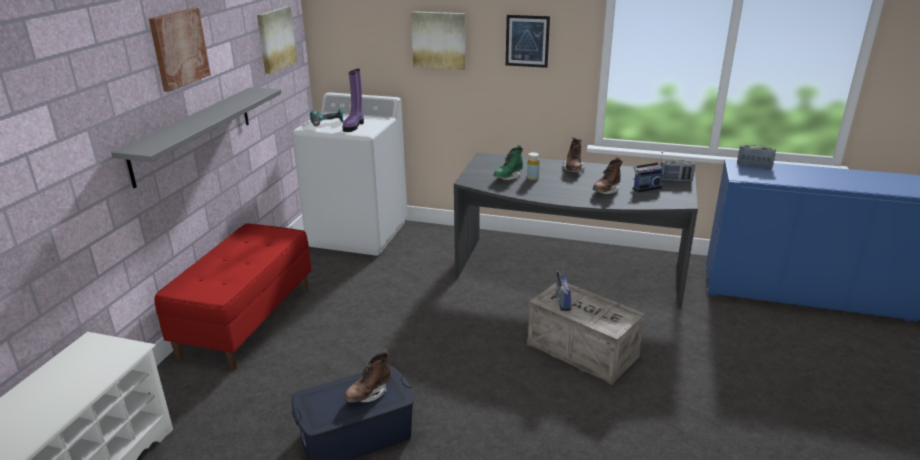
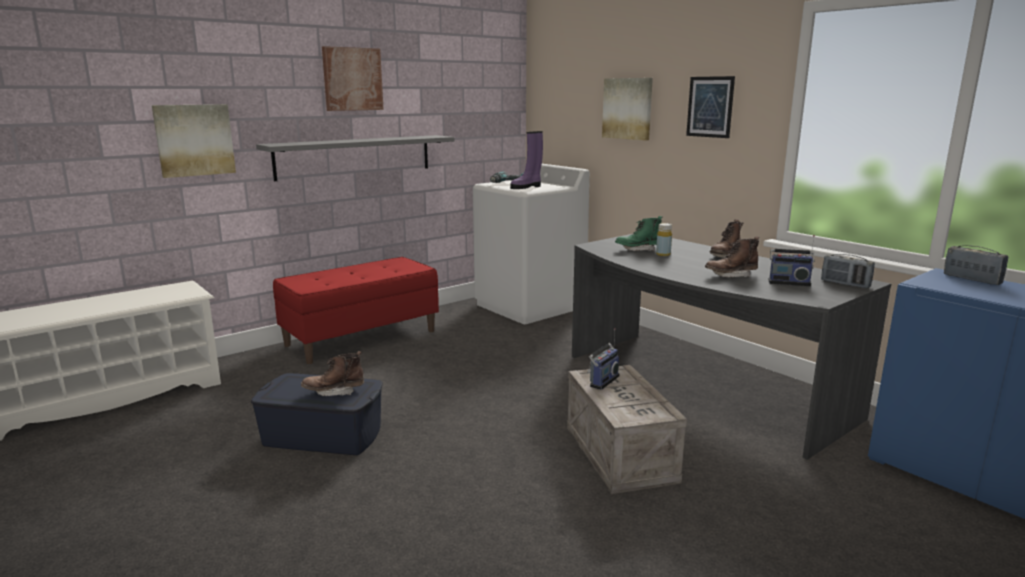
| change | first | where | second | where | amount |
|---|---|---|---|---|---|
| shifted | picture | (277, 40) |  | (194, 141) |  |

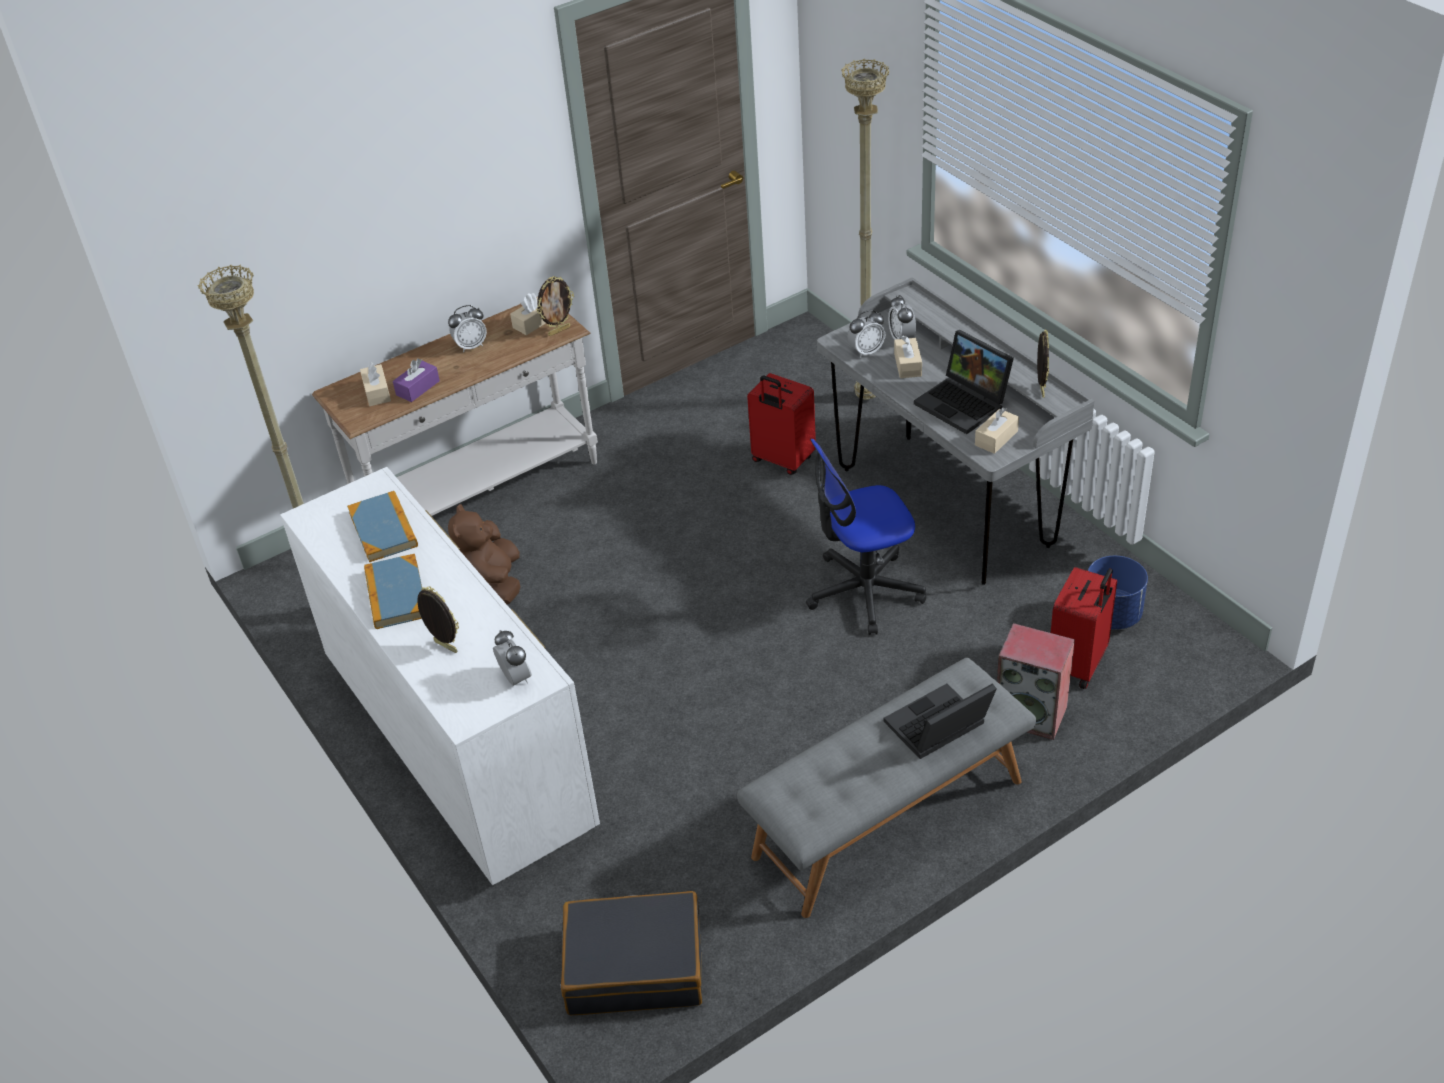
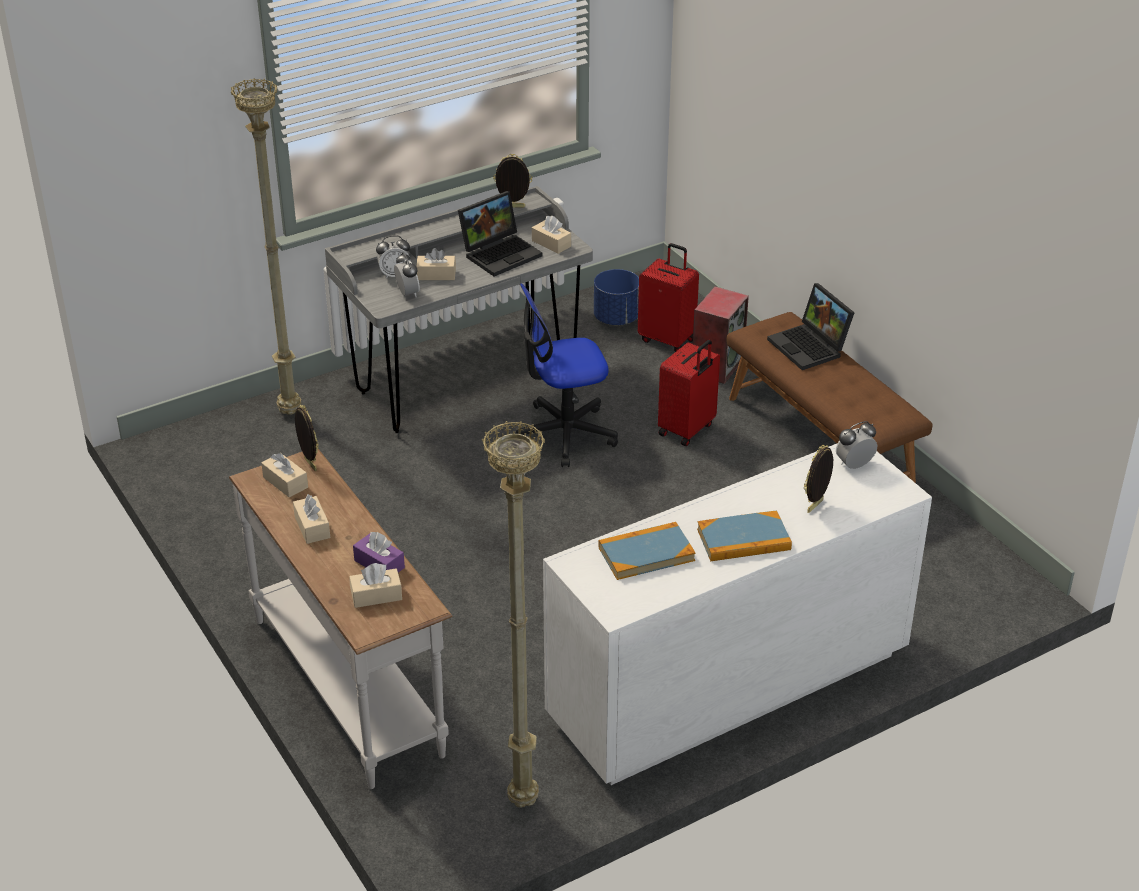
| change | first | where | second | where | amount |
|---|---|---|---|---|---|
| gone | plush toy/brown | (484, 554) |  |  |  |
| gone | suitcase/black | (631, 953) |  |  |  |
| shifted | suitcase/red | (781, 424) |  | (689, 393) |  |
| swapped | alarm clock | (467, 328) | tissue box/beige | (311, 519) |  |
| repainted | bench/grey | (886, 788) | bench/brown | (829, 397) |  |
| rotated | office chair | (866, 537) |  | (566, 375) | 90 degrees clockwise |

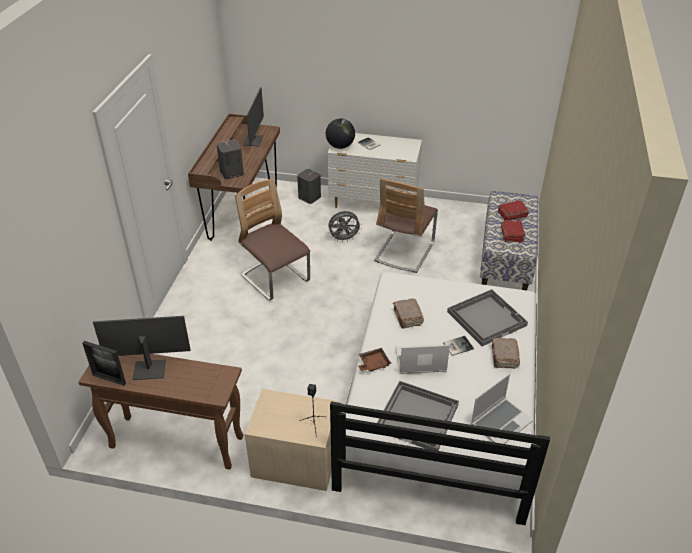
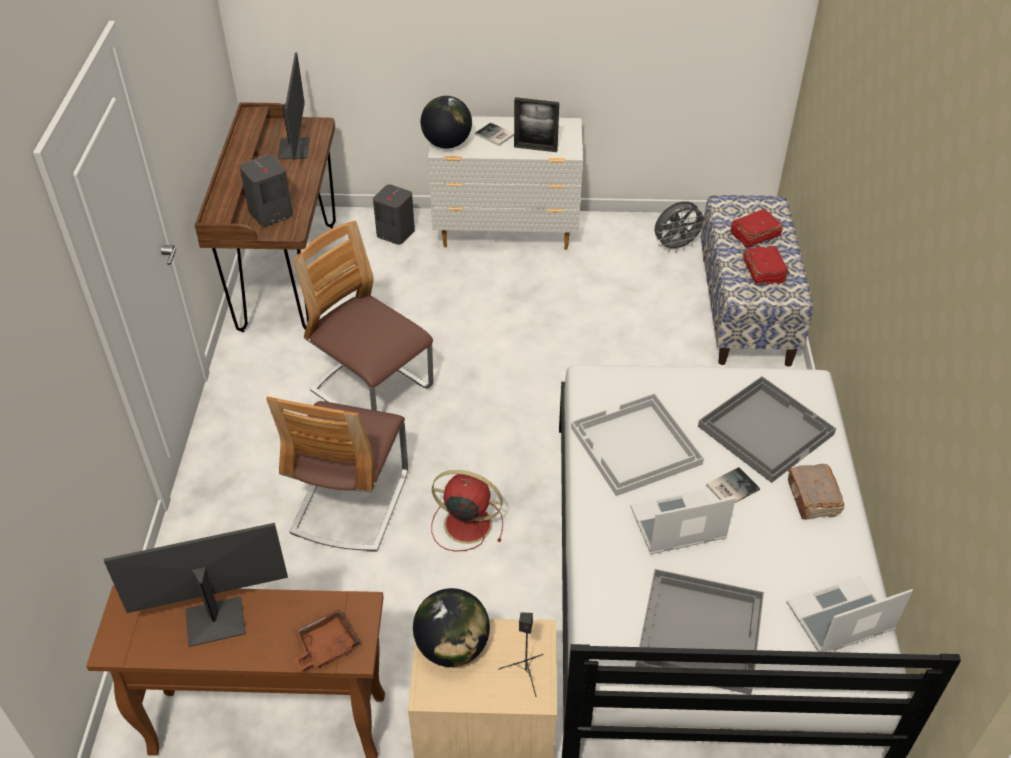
| change | first | where | second | where | amount |
|---|---|---|---|---|---|
| new |  |  | globe | (451, 627) |  |
| new |  |  | fan/red | (467, 511) |  |
| shifted | picture frame | (104, 363) |  | (536, 124) |  |
| shifted | fan/grey | (345, 227) |  | (679, 227) |  |
| shifted | tray/brown | (374, 360) |  | (326, 640) |  |
| shifted | chair | (406, 226) |  | (337, 474) |  |
| swapped | book/brown | (408, 313) | tray/white | (637, 444) |  |
| rotated | laptop | (502, 408) |  | (850, 614) | 150 degrees counterclockwise |

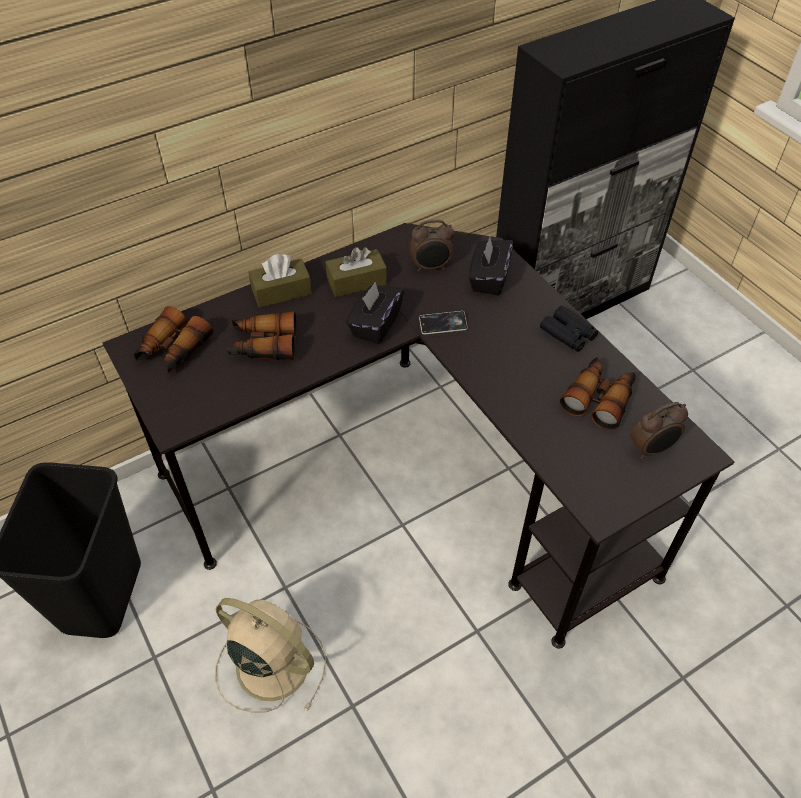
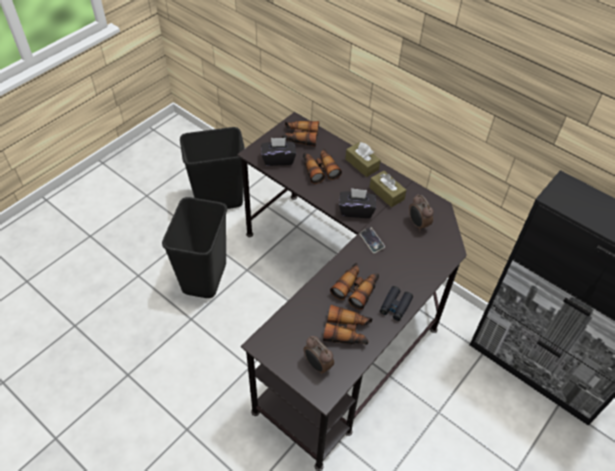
| change | first | where | second | where | amount |
|---|---|---|---|---|---|
| new |  |  | binoculars | (354, 286) |  |
| shifted | tissue box/black | (491, 266) |  | (278, 152) |  |
| swapped | fan/beige | (270, 655) | trash can/black | (194, 247) |  |

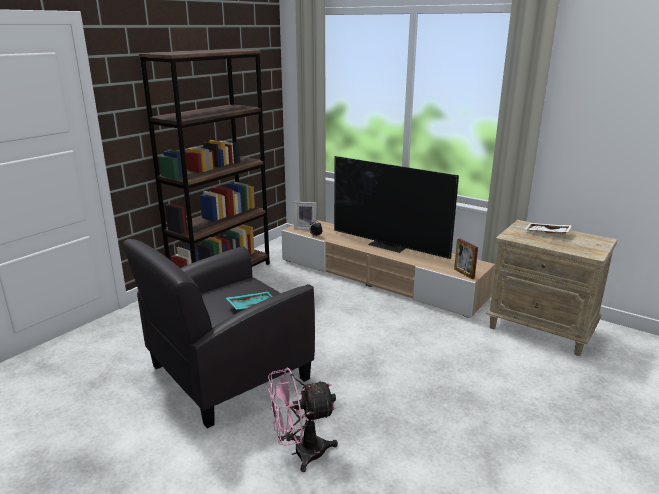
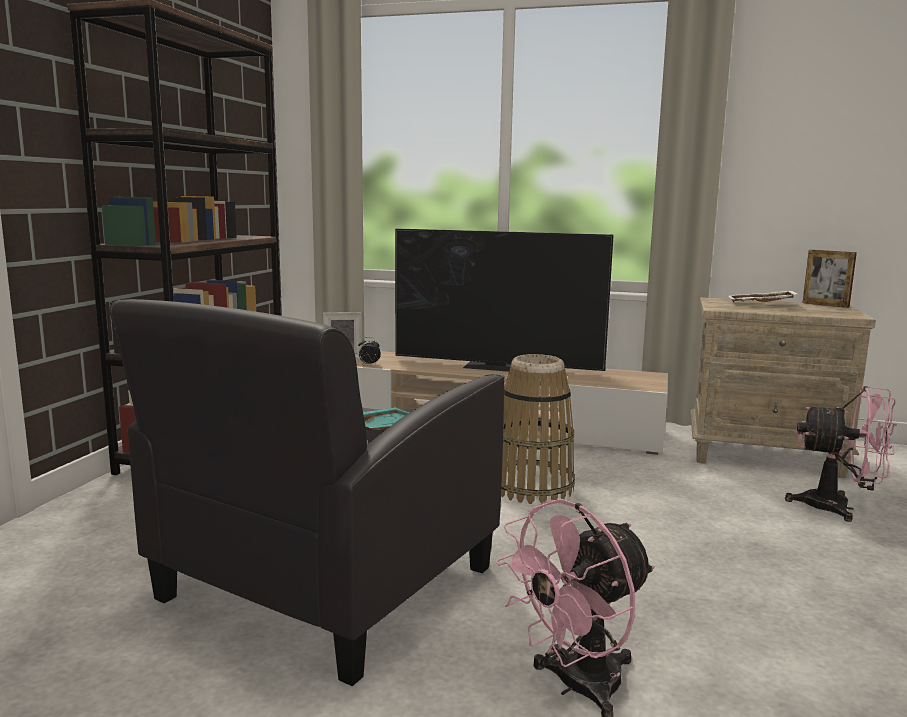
| change | first | where | second | where | amount |
|---|---|---|---|---|---|
| new |  |  | basket | (538, 429) |  |
| new |  |  | fan/pink | (841, 454) |  |
| shifted | picture frame | (466, 259) |  | (830, 279) |  |

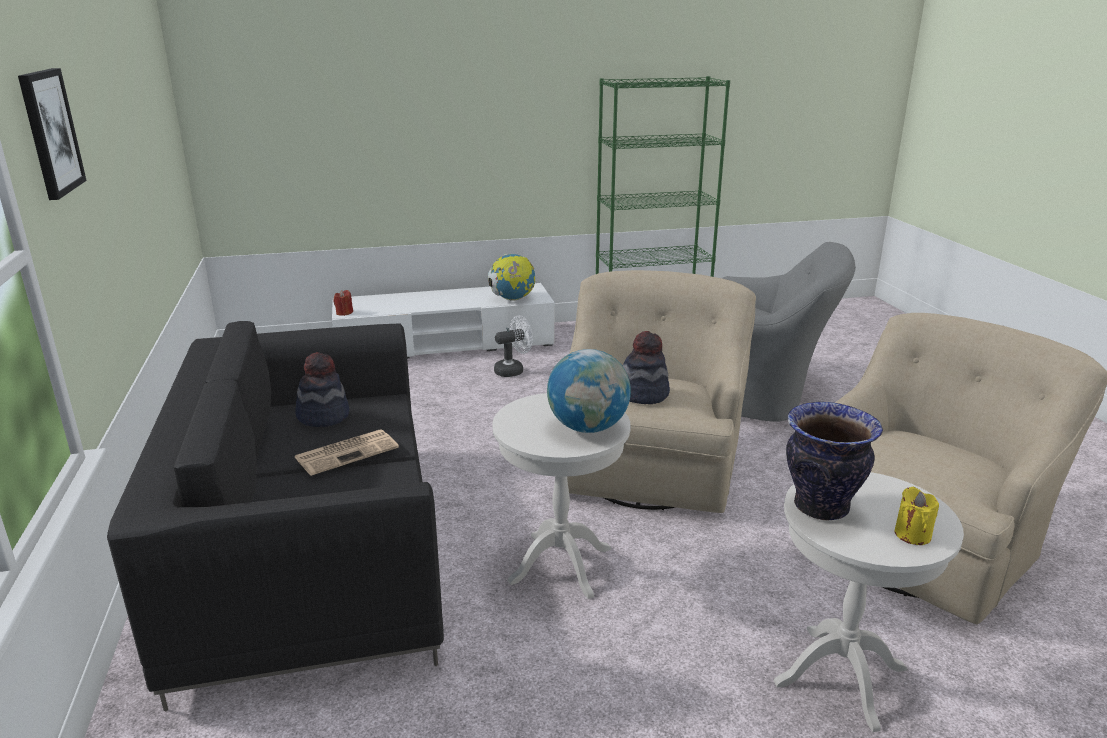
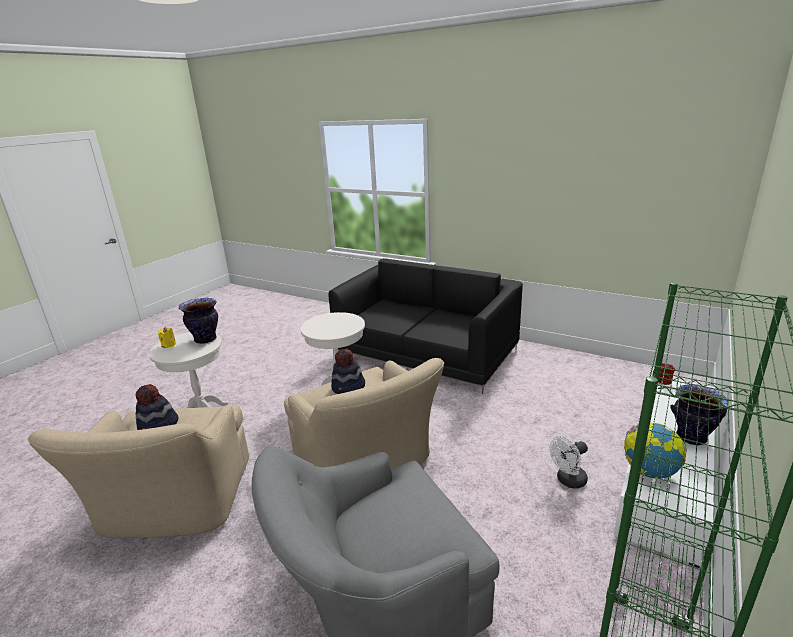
| change | first | where | second | where | amount |
|---|---|---|---|---|---|
| gone | picture | (52, 134) |  |  |  |
| gone | newspaper | (347, 452) |  |  |  |
| gone | globe | (589, 391) |  |  |  |
| new |  |  | vase | (699, 414) |  |
| shifted | hat | (322, 389) |  | (157, 407) |  |
| rotated | fan/white | (513, 346) |  | (569, 462) | 45 degrees clockwise |

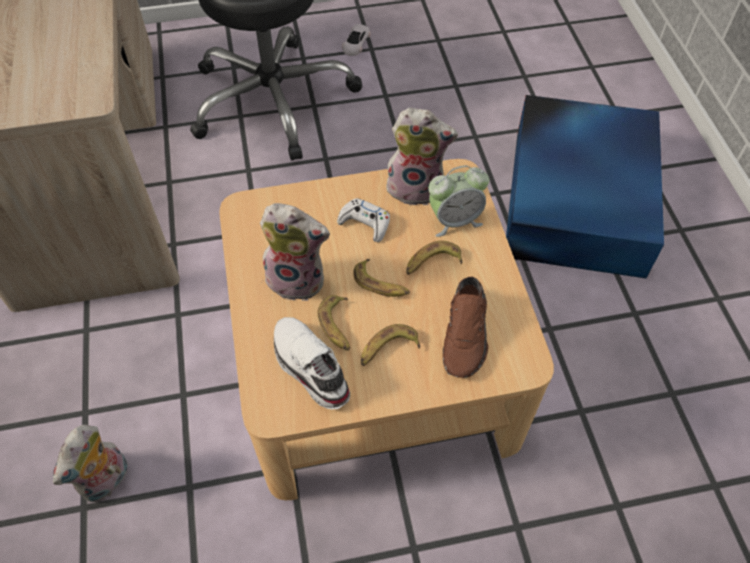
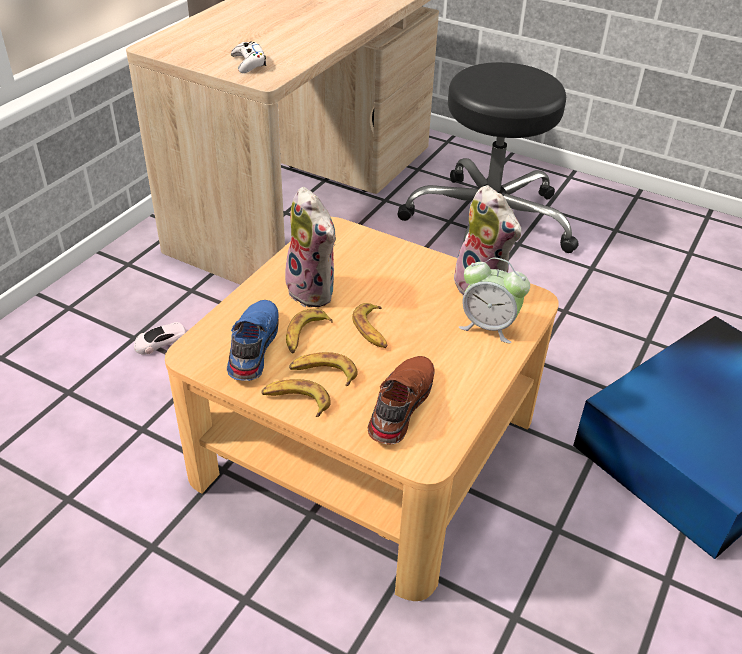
| change | first | where | second | where | amount |
|---|---|---|---|---|---|
| gone | plush toy | (90, 463) |  |  |  |
| shifted | game controller/white | (363, 220) |  | (248, 57) |  |
| shifted | toy car/white | (356, 40) |  | (160, 338) |  |
| shifted | banana | (434, 258) |  | (296, 398) |  |
| repainted | shoe/white | (312, 363) | shoe/blue | (253, 340) |  |
| rotated | shoe/brown | (465, 327) |  | (401, 400) | 150 degrees clockwise |

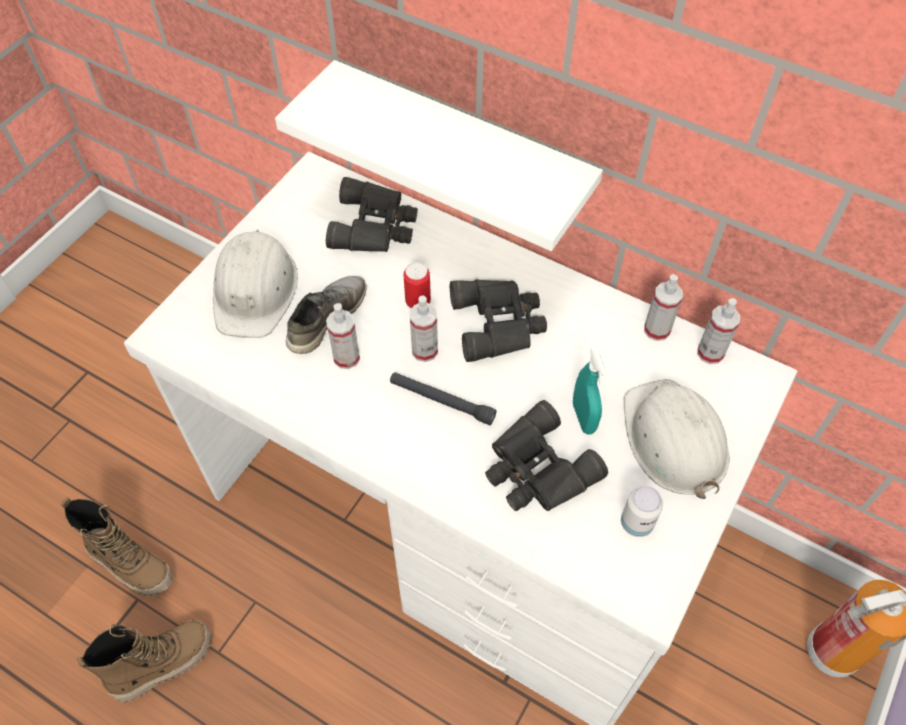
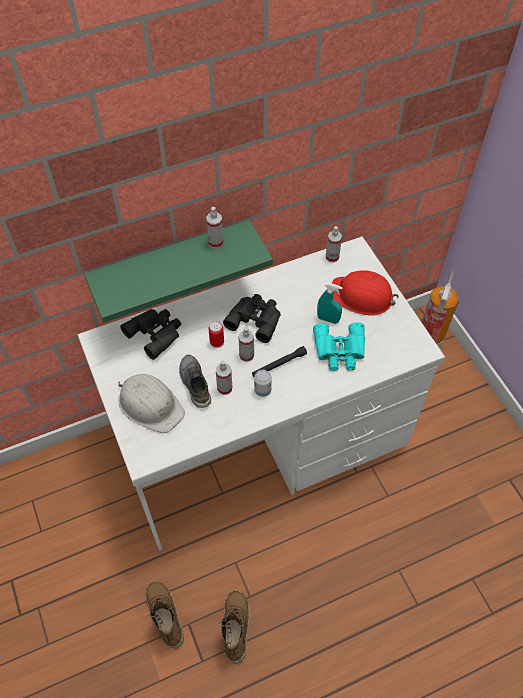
| change | first | where | second | where | amount |
|---|---|---|---|---|---|
| shifted | can | (642, 511) |  | (263, 383) |  |
| shifted | spray bottle | (663, 307) |  | (214, 227) |  |
| repainted | shelf/white | (439, 155) | shelf/green | (178, 271) |  |
| repainted | binoculars/black | (546, 455) | binoculars/turquoise | (339, 346) |  |
| repainted | hard hat/white | (676, 439) | hard hat/red | (365, 293) |  |
| rotated | boot | (117, 546) |  | (165, 615) | 90 degrees counterclockwise |

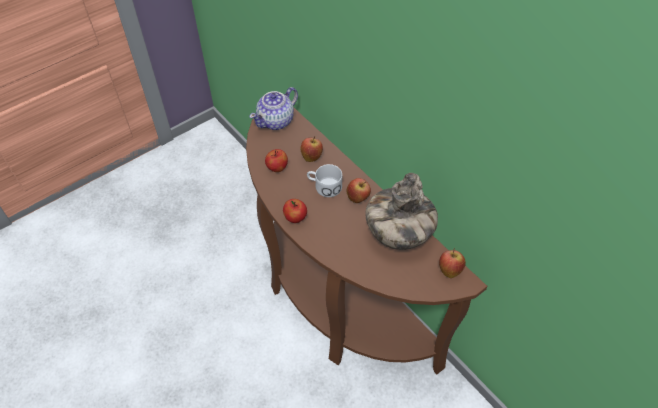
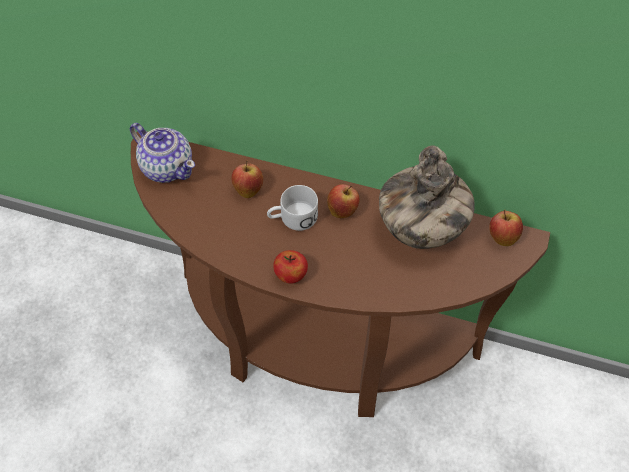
| change | first | where | second | where | amount |
|---|---|---|---|---|---|
| gone | apple | (276, 160) |  |  |  |
| rotated | teapot | (273, 108) |  | (162, 153) | 60 degrees counterclockwise |

